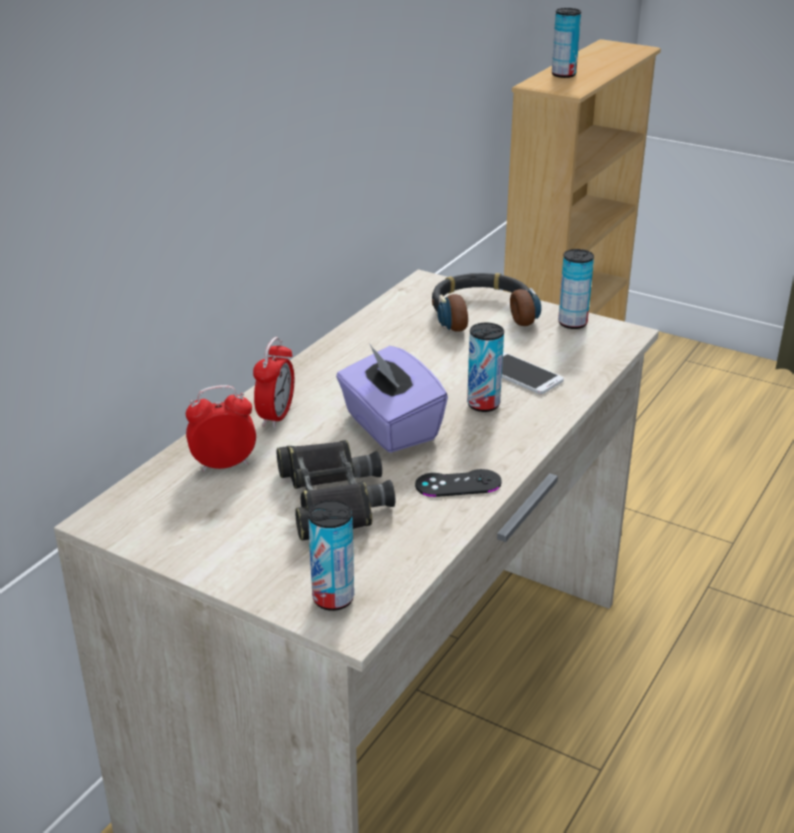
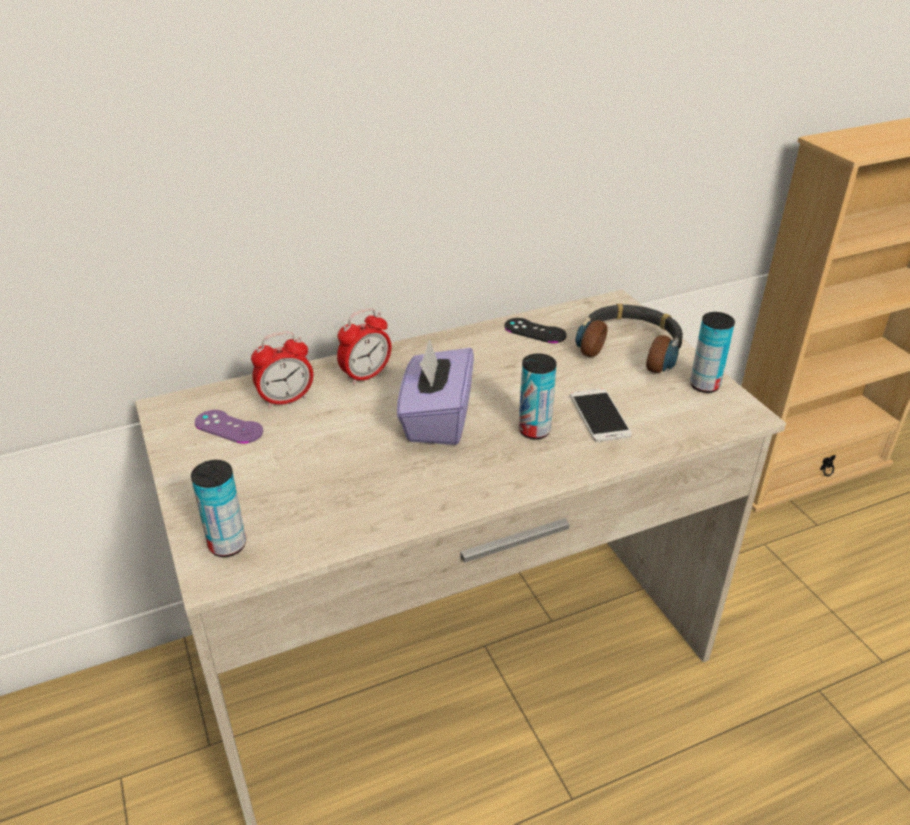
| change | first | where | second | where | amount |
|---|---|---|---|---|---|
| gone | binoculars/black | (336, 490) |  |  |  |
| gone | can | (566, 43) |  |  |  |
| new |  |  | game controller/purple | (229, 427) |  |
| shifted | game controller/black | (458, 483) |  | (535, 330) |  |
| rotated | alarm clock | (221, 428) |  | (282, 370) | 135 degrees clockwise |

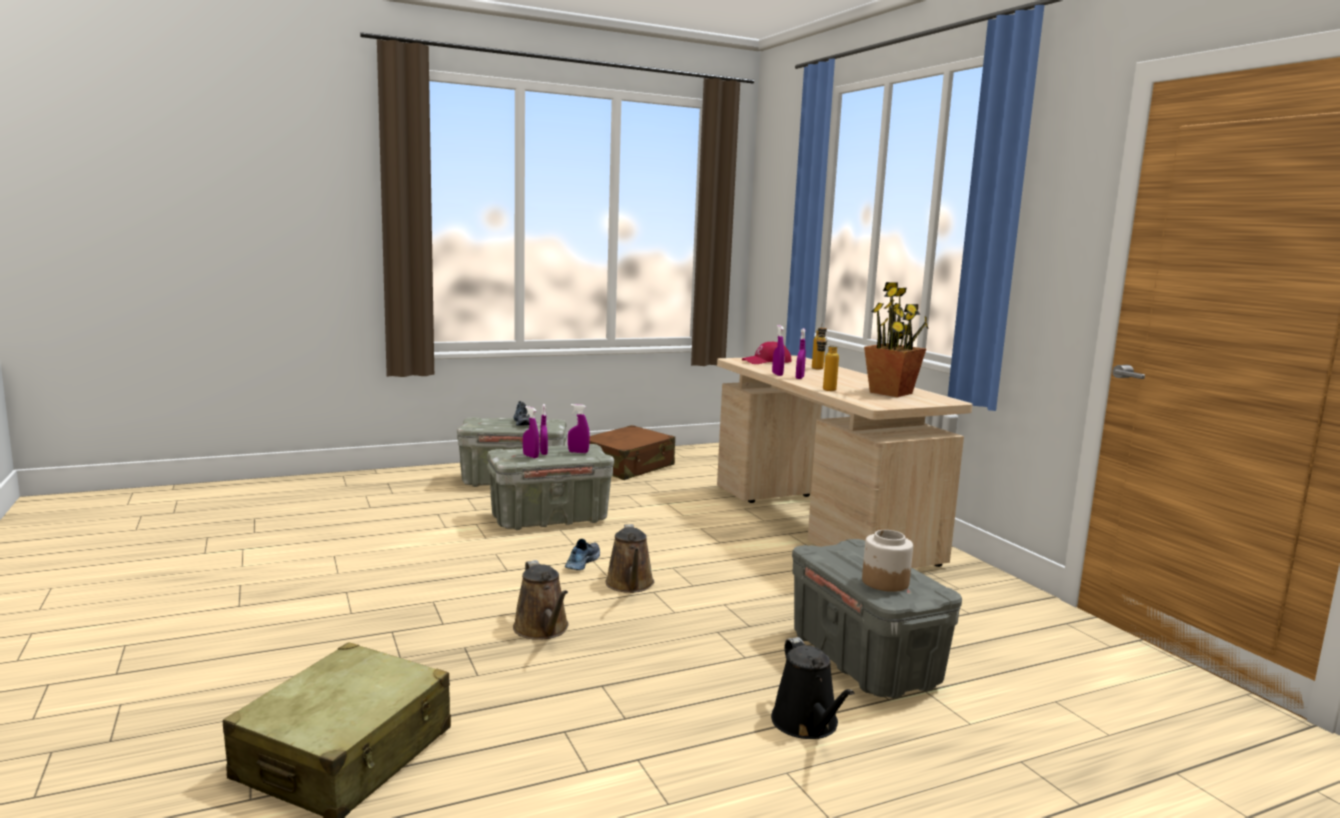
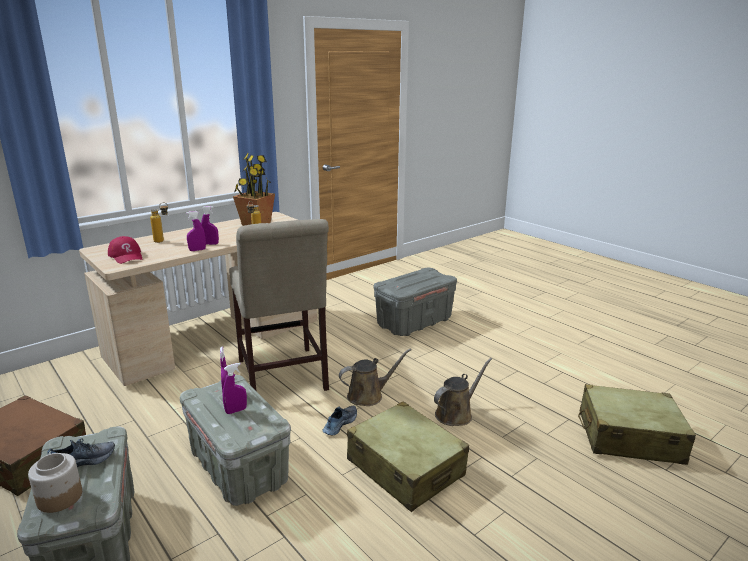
| change | first | where | second | where | amount |
|---|---|---|---|---|---|
| gone | spray bottle/purple | (531, 432) |  |  |  |
| gone | watering can/black | (812, 688) |  |  |  |
| new |  |  | chair/beige | (279, 305) |  |
| new |  |  | suitcase/beige | (408, 456) |  |
| shifted | jar | (887, 561) |  | (55, 483) |  |
| rotated | shoe | (582, 554) |  | (339, 420) | 120 degrees clockwise |

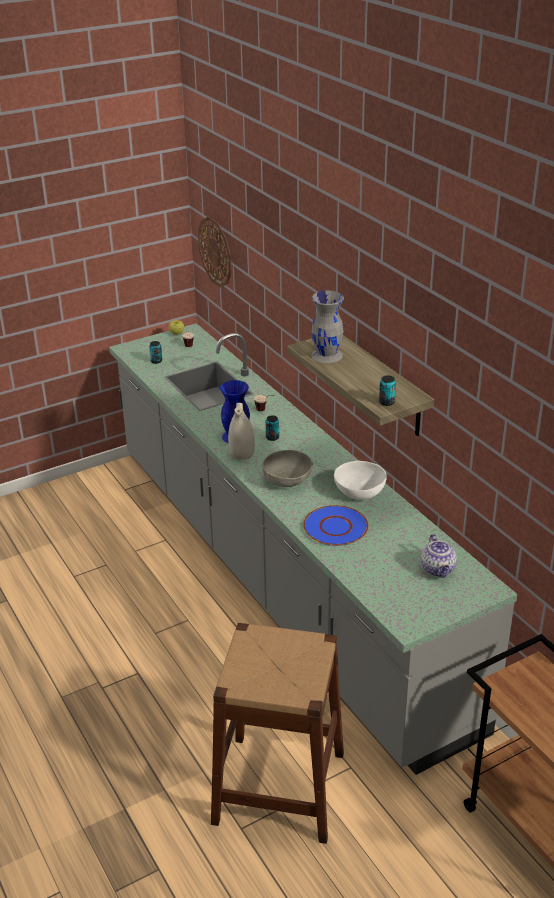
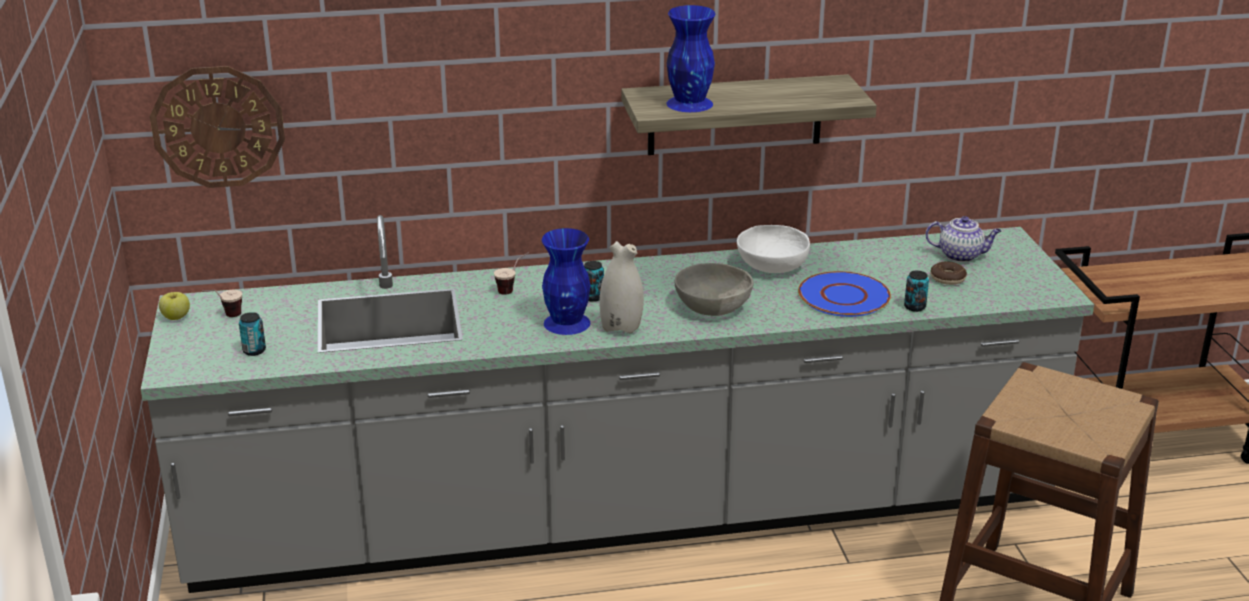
| change | first | where | second | where | amount |
|---|---|---|---|---|---|
| new |  |  | donut | (948, 273) |  |
| shifted | can | (387, 390) |  | (916, 291) |  |
| repainted | vase/grey | (327, 327) | vase/blue | (690, 58) |  |

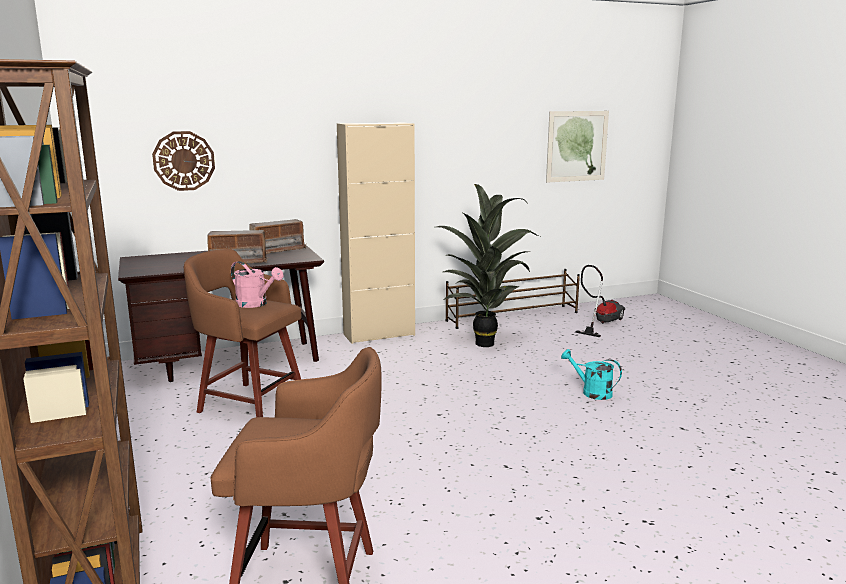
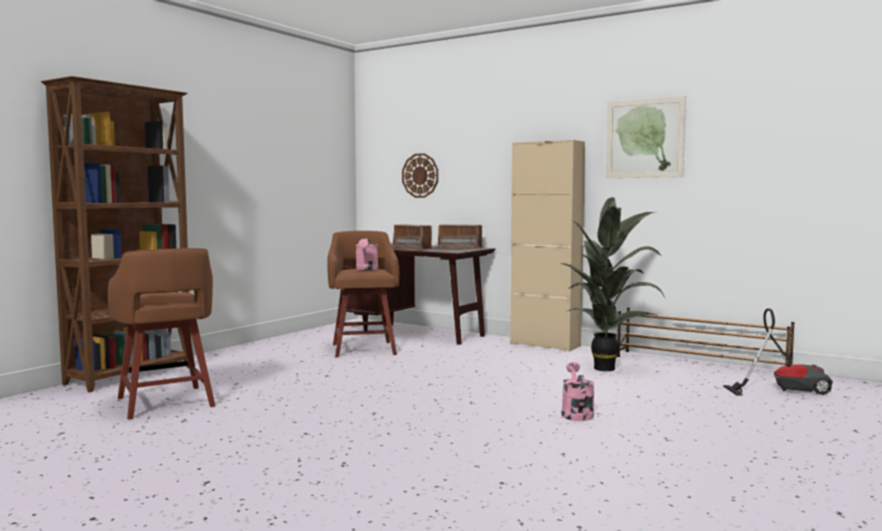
| change | first | where | second | where | amount |
|---|---|---|---|---|---|
| shifted | picture | (577, 147) |  | (646, 137) |  |
| repainted | watering can/turquoise | (591, 374) | watering can/pink | (578, 391) |  |

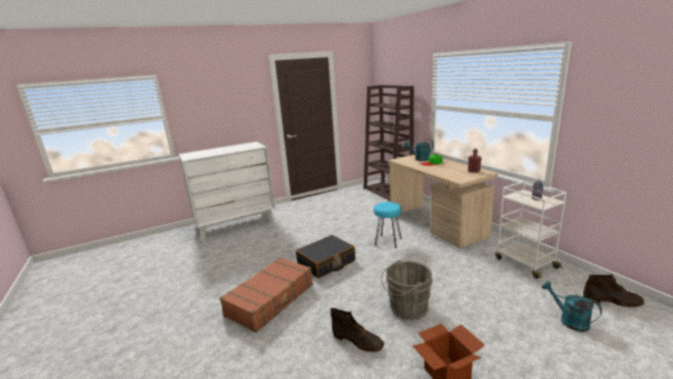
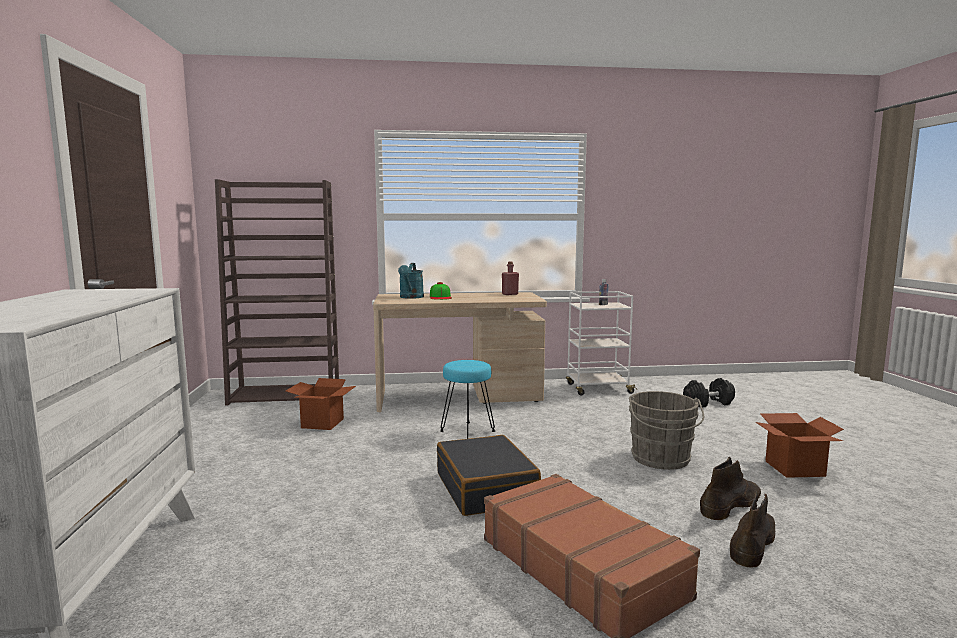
| change | first | where | second | where | amount |
|---|---|---|---|---|---|
| new |  |  | cardboard box | (321, 404) |  |
| shifted | boot/brown | (613, 290) |  | (752, 528) |  |
| swapped | watering can/turquoise | (572, 306) | dumbbell/black | (709, 392) |  |

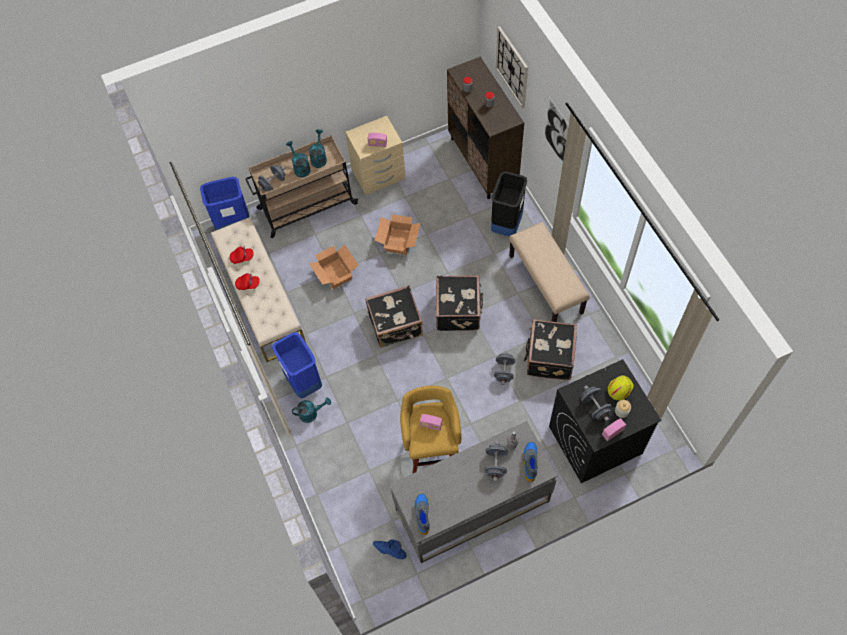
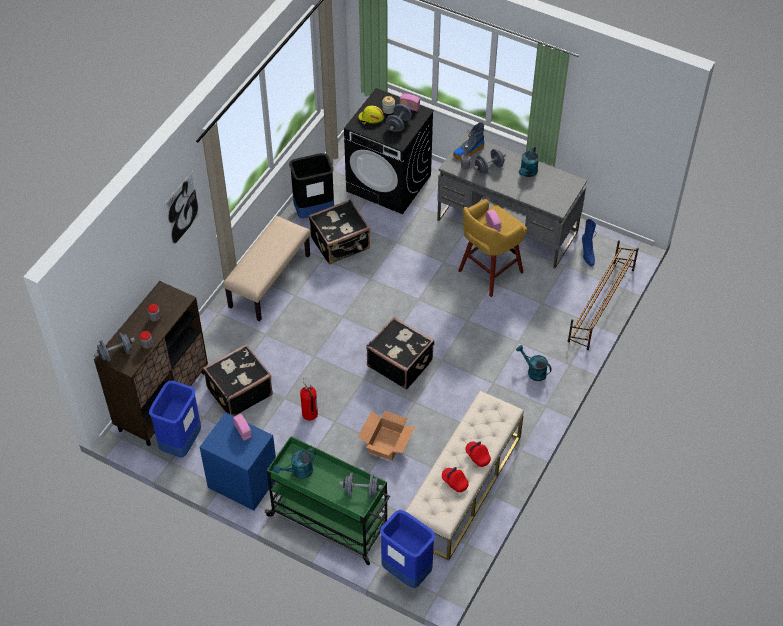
| change | first | where | second | where | amount |
|---|---|---|---|---|---|
| gone | boot | (422, 514) |  |  |  |
| gone | wall clock | (512, 67) |  |  |  |
| new |  |  | shoe rack/brown | (603, 295) |  |
| shifted | trash can/blue | (297, 365) |  | (175, 419) |  |
| shifted | watering can/turquoise | (298, 159) |  | (529, 162) |  |
| shifted | suitcase/black | (459, 303) |  | (238, 380) |  |
| shifted | trash can/black | (509, 204) |  | (311, 185) |  |
| shifted | dumbbell/grey | (504, 368) |  | (114, 347) |  |
| swapped | cardboard box | (397, 234) | fire extinguisher | (309, 399) |  |
| repainted | cart/beige | (301, 186) | cart/green | (327, 500) |  |
| repainted | nightstand/beige | (375, 155) | nightstand/blue | (238, 461) |  |

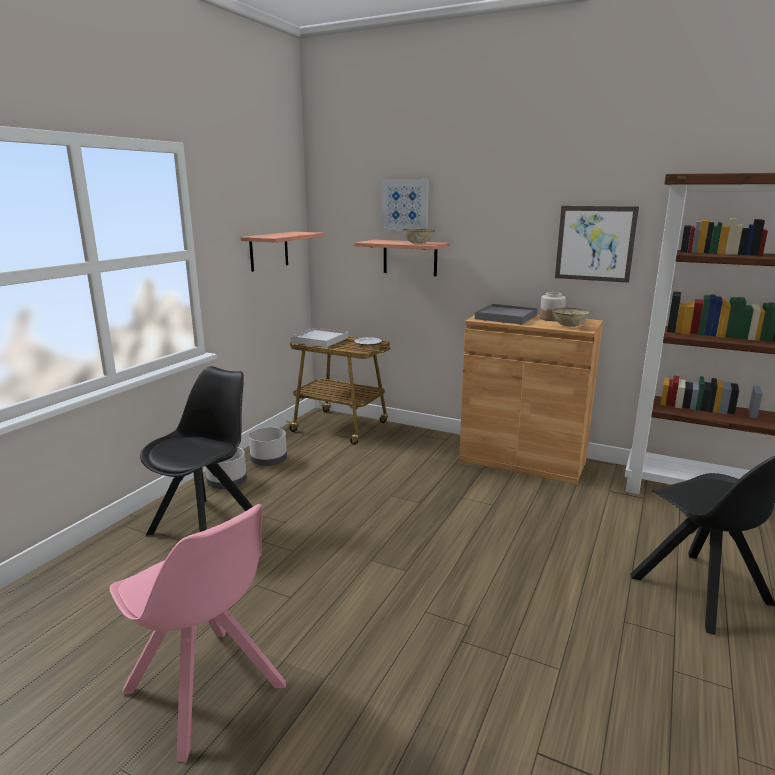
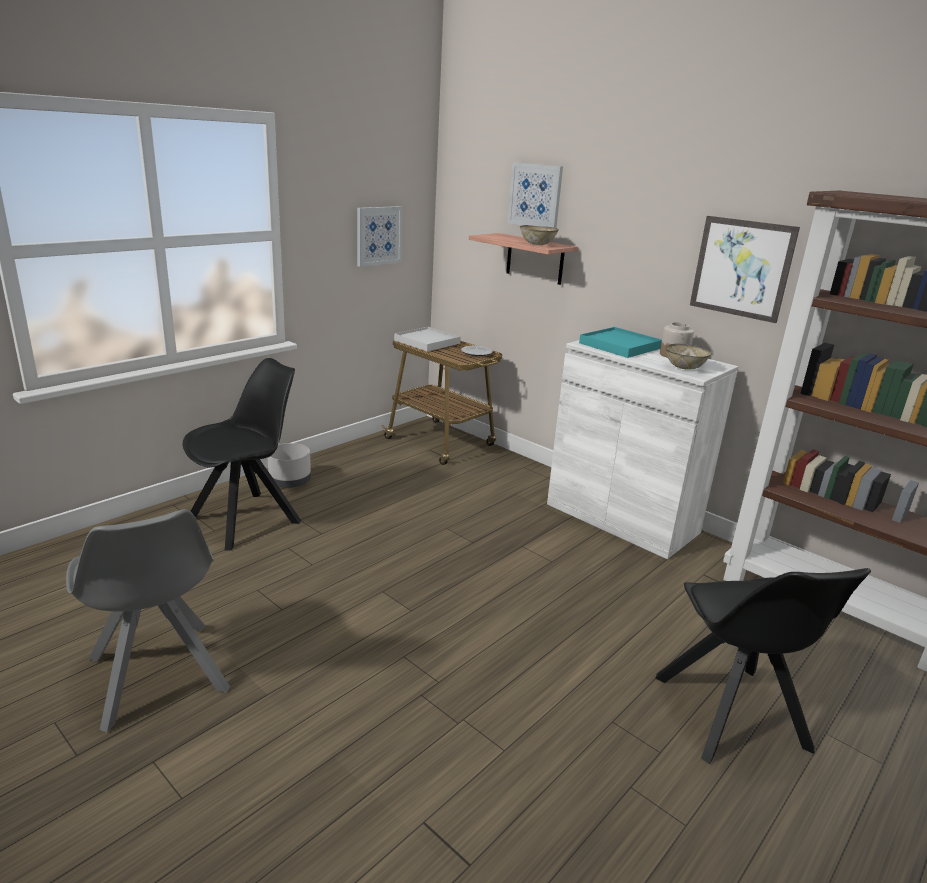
| change | first | where | second | where | amount |
|---|---|---|---|---|---|
| gone | planter/grey | (268, 446) |  |  |  |
| swapped | shelf | (282, 252) | picture | (380, 236) |  |
| repainted | chair/pink | (198, 633) | chair/grey | (148, 620) |  |
| repainted | cabinet/brown | (531, 400) | cabinet/white | (642, 449) |  |
| repainted | tray/grey | (506, 314) | tray/turquoise | (620, 342) |  |

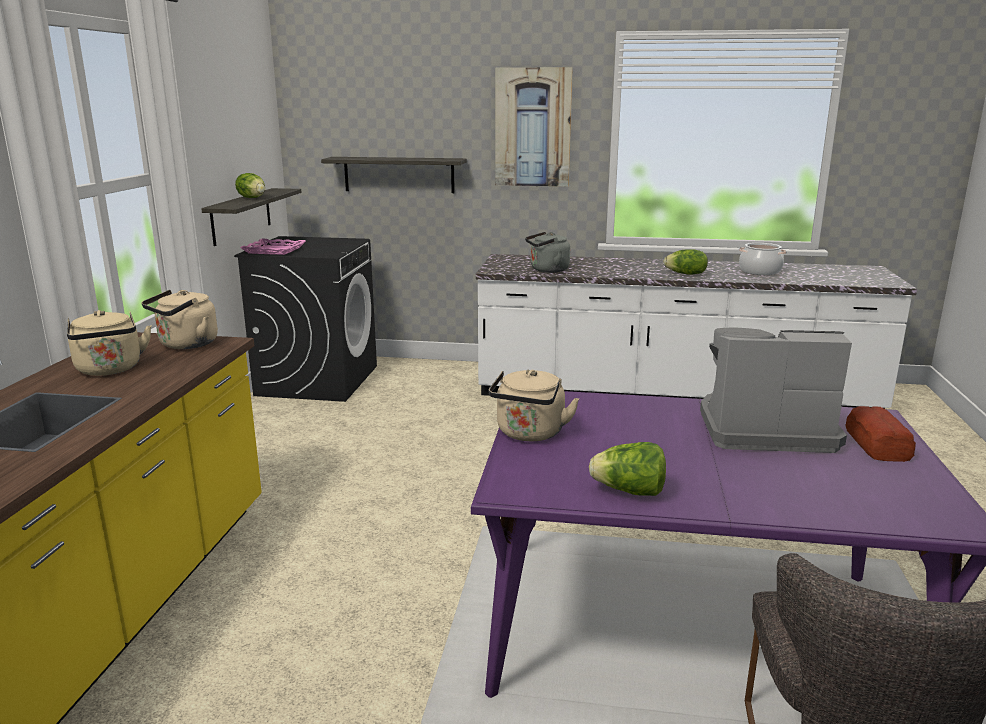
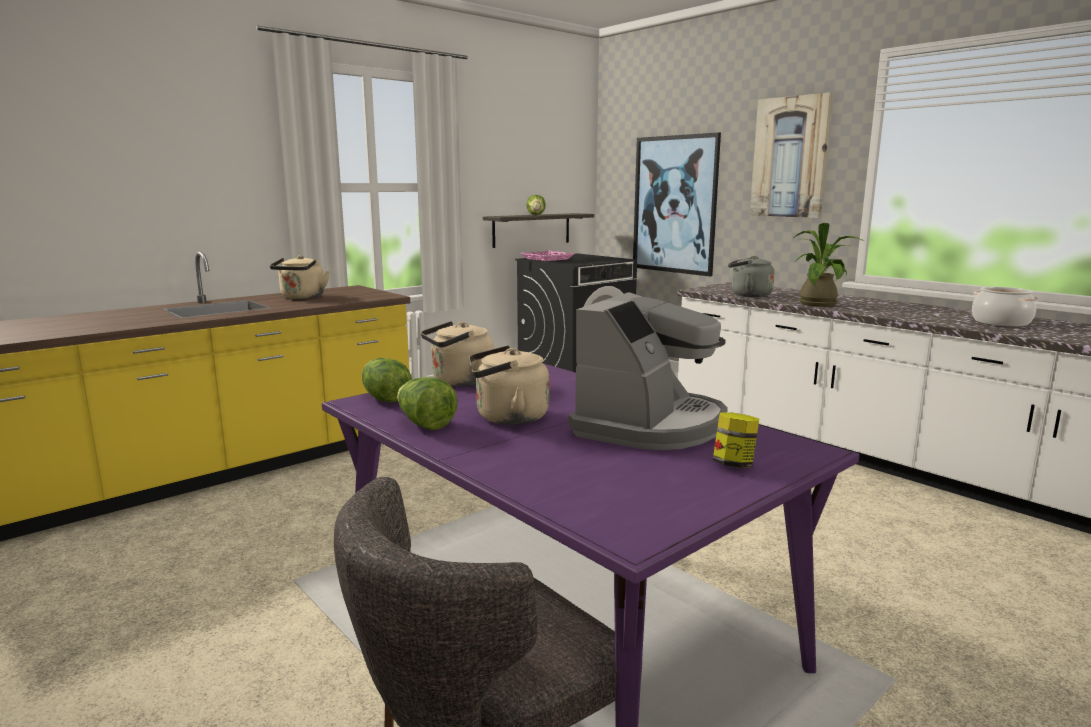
| change | first | where | second | where | amount |
|---|---|---|---|---|---|
| new |  |  | potted plant | (828, 265) |  |
| shifted | kettle/beige | (180, 319) |  | (509, 385) |  |
| shifted | lettuce | (685, 262) |  | (387, 380) |  |
| swapped | shelf | (394, 175) | picture | (677, 204) |  |
| swapped | bread | (881, 434) | jar | (736, 440) |  |
| rotated | coffee machine | (776, 390) |  | (648, 371) | 75 degrees clockwise |

